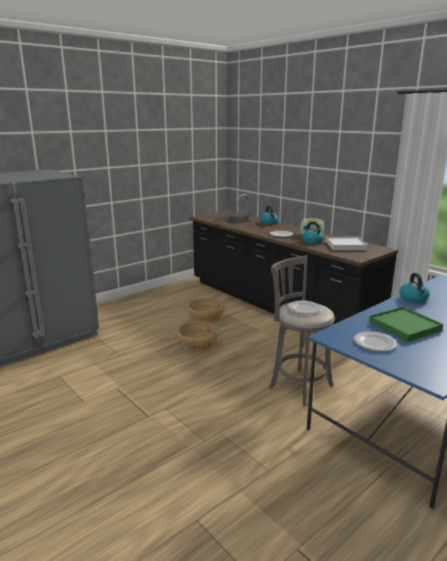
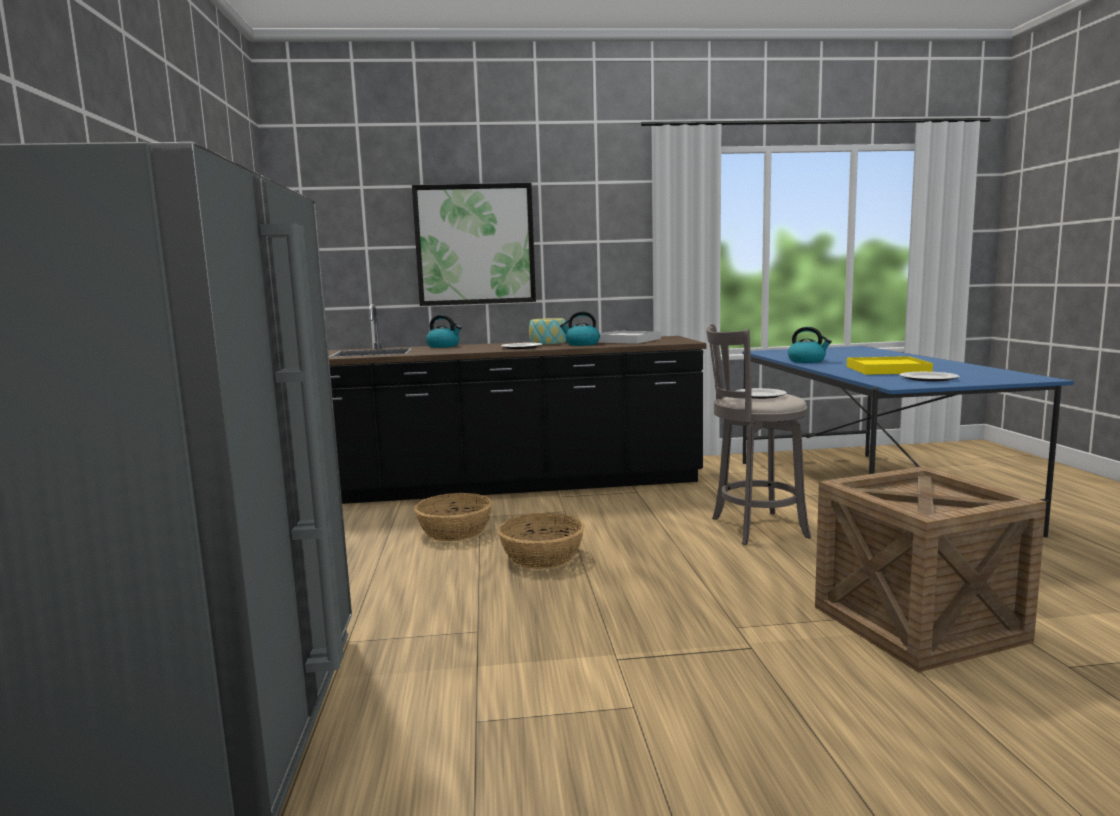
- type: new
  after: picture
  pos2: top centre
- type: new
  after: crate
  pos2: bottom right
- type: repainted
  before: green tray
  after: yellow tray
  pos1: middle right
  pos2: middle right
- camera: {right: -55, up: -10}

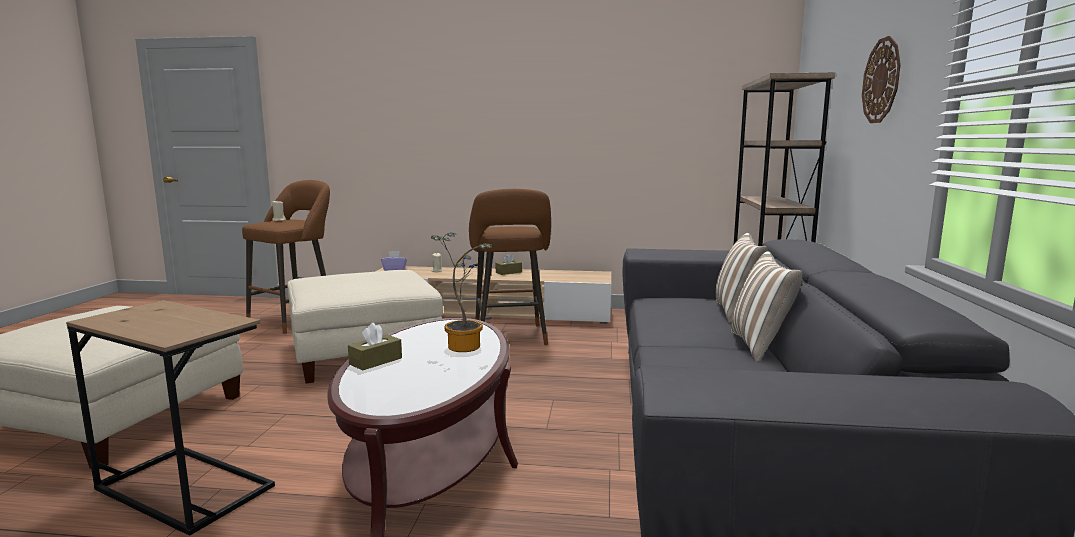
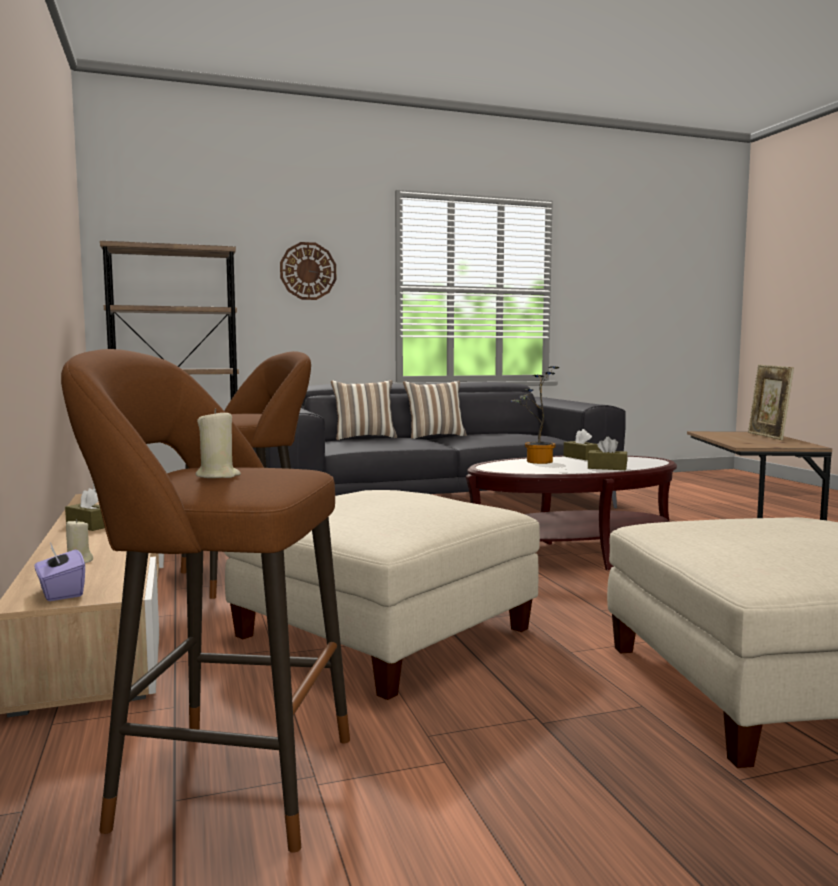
- type: new
  after: brown tissue box (no. 2 from left)
  pos2: middle right
- type: new
  after: picture frame
  pos2: middle right
- camera: {right: -115, up: -5}

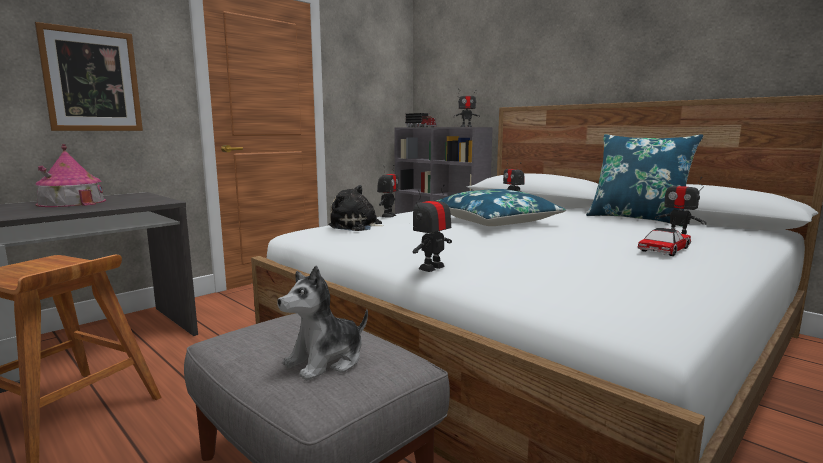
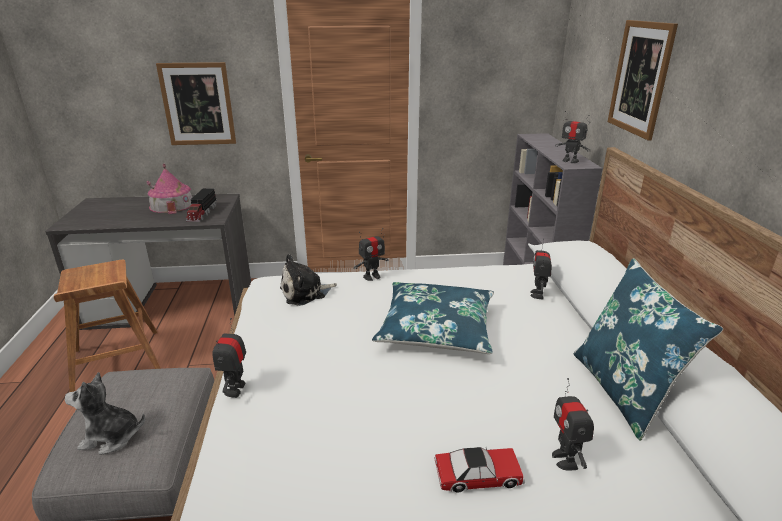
- type: shifted
  before: toy truck
  pos1: top centre
  pos2: middle left
- type: rotated
  before: toy robot (no. 2 from left in the first image)
  pos1: centre
  pos2: bottom left
  turn: -75
- type: rotated
  before: plush toy (no. 2 from left)
  pos1: centre
  pos2: centre
  turn: -90
- type: new
  after: picture (no. 2 from left)
  pos2: top right
- camera: {right: 40, up: 15}

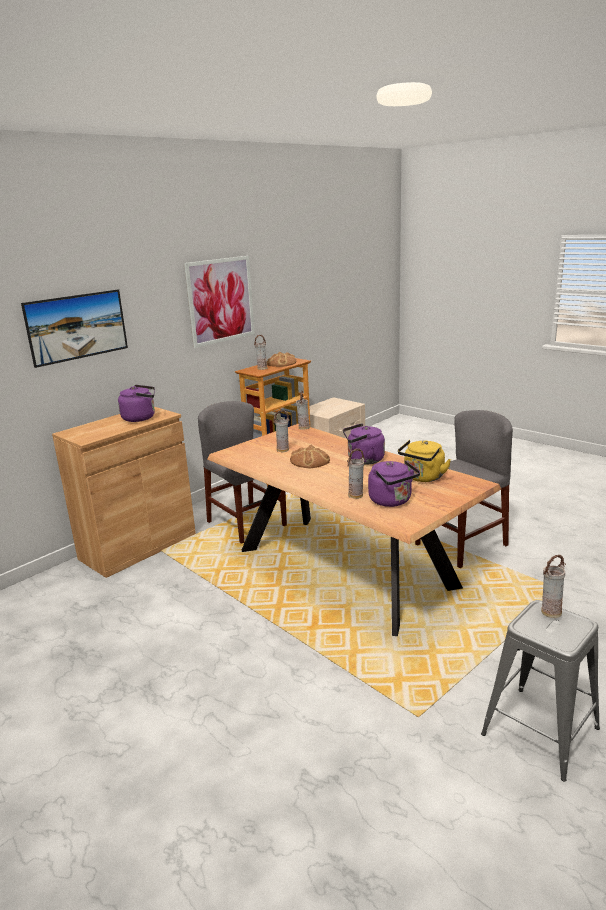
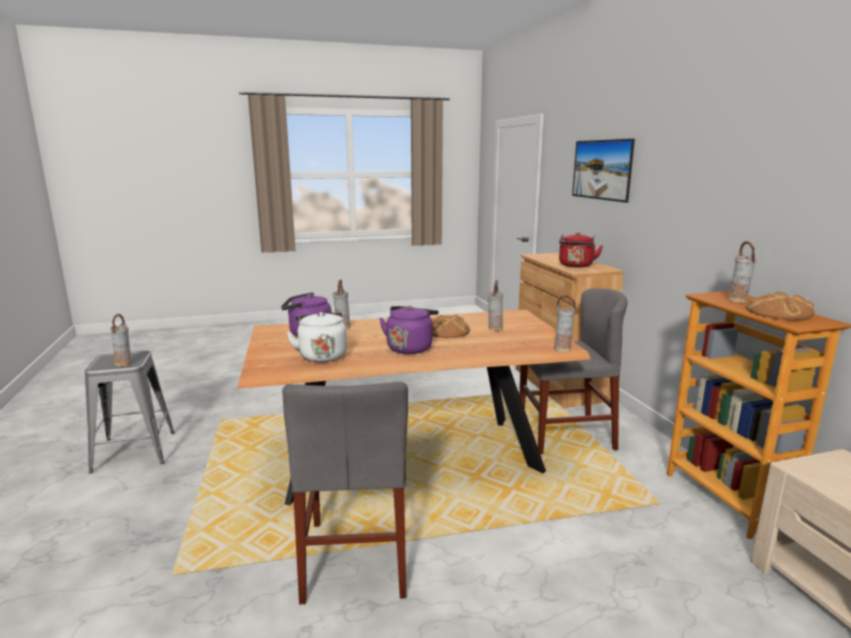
- type: repainted
  before: yellow kettle
  after: white kettle
  pos1: middle right
  pos2: centre
- type: repainted
  before: purple kettle (no. 1 from left)
  after: red kettle
  pos1: middle left
  pos2: middle right
- type: gone
  before: picture (no. 2 from left)
  pos1: top centre
- camera: {right: 120, up: -5}

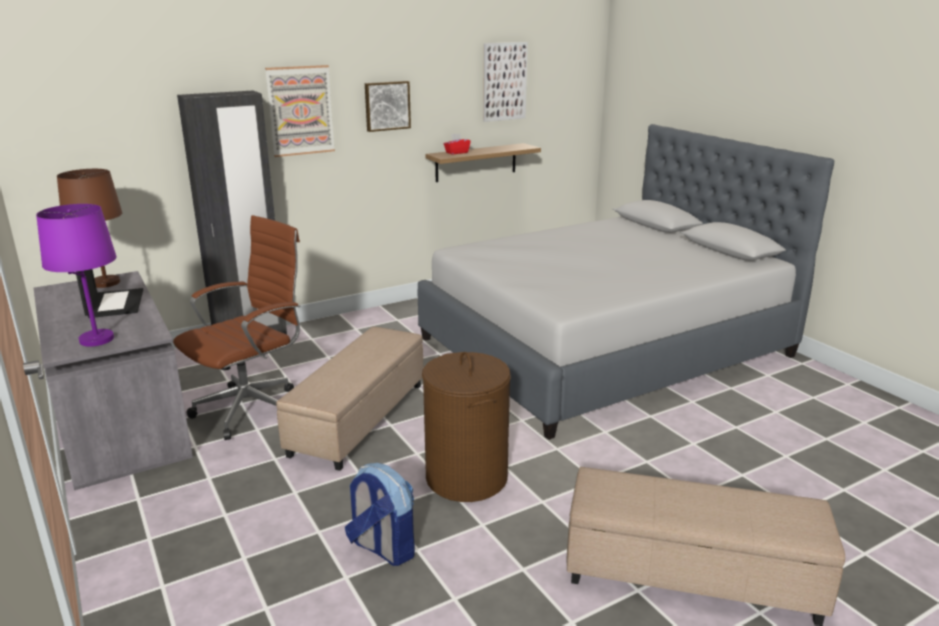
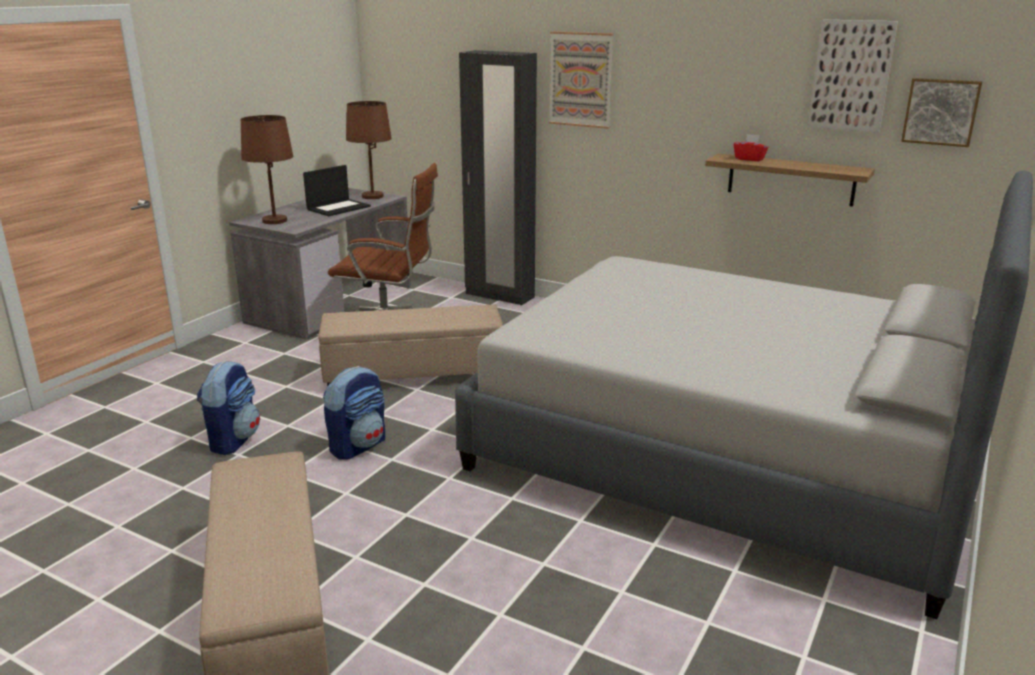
- type: repainted
  before: purple table lamp
  after: brown table lamp (no. 1 from left)
  pos1: middle left
  pos2: top left
- type: swapped
  before: brown laundry basket
  after: backpack (no. 2 from left)
  pos1: bottom centre
  pos2: centre
- type: shifted
  before: picture (no. 2 from left in the first image)
  after: picture (no. 3 from left)
  pos1: top centre
  pos2: top right
- camera: {right: 60, up: 0}

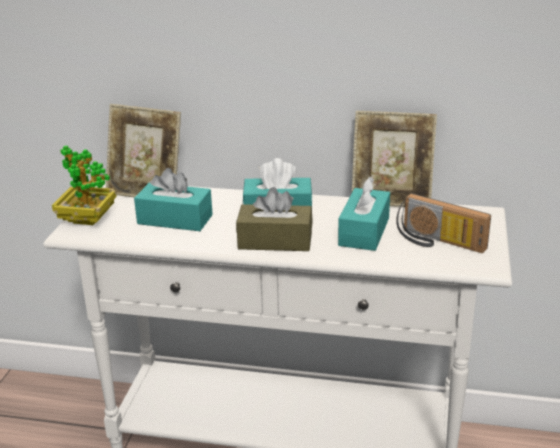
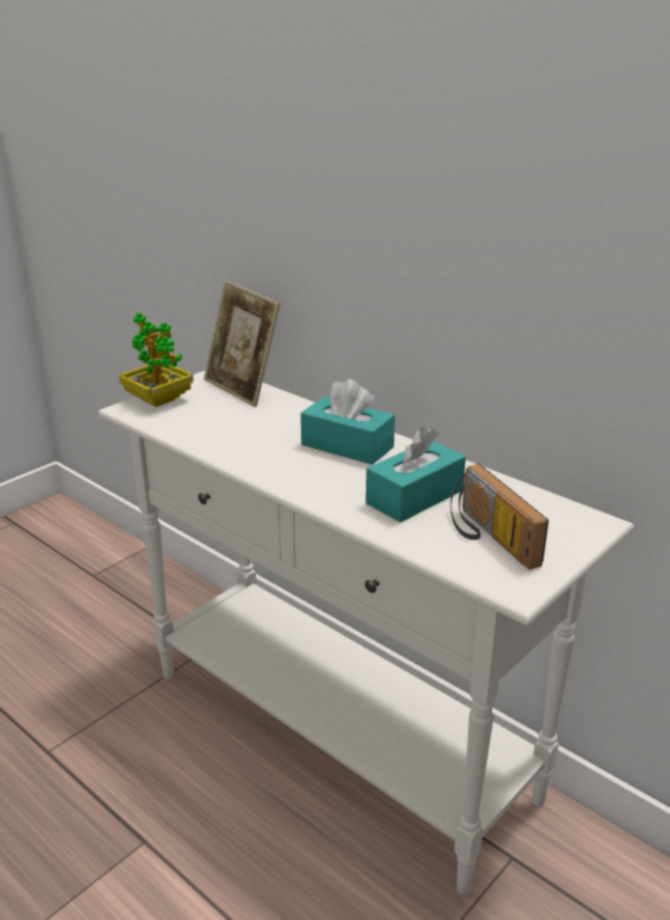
- type: gone
  before: turquoise tissue box (no. 1 from left)
  pos1: middle left
- type: gone
  before: brown tissue box
  pos1: centre
- type: gone
  before: picture frame (no. 2 from left)
  pos1: middle right
- camera: {right: 30, up: 0}

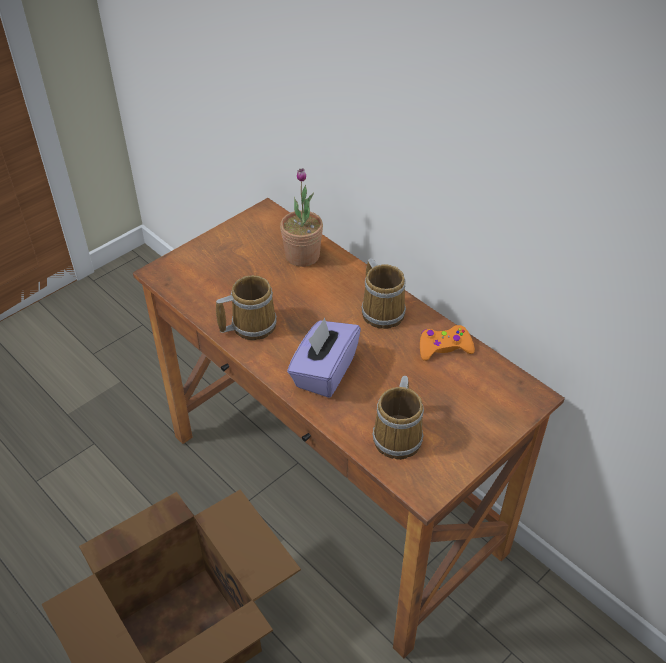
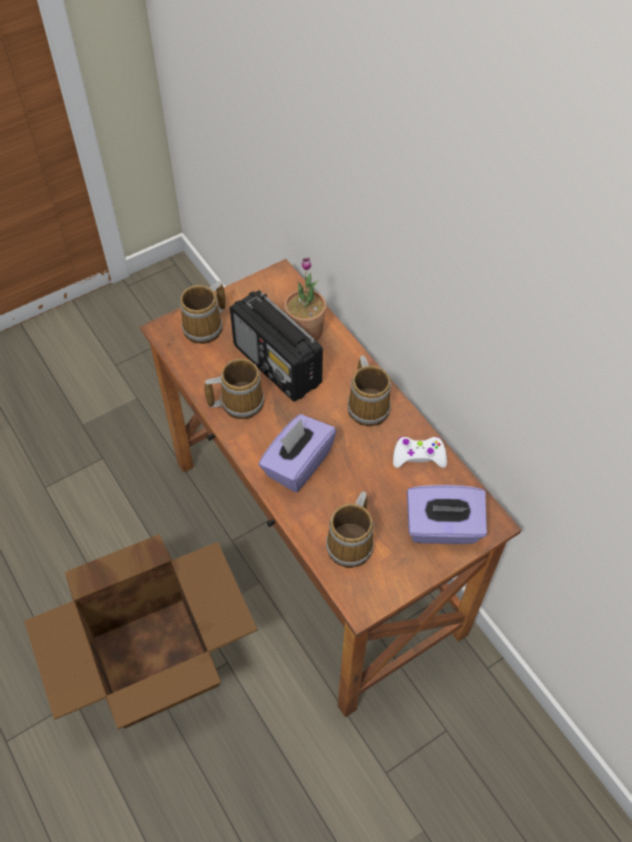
- type: new
  after: mug (no. 1 from left)
  pos2: middle left
- type: new
  after: radio
  pos2: centre
- type: repainted
  before: orange game controller
  after: white game controller
  pos1: middle right
  pos2: centre
- type: new
  after: purple tissue box (no. 2 from left)
  pos2: middle right
- camera: {right: 10, up: 10}

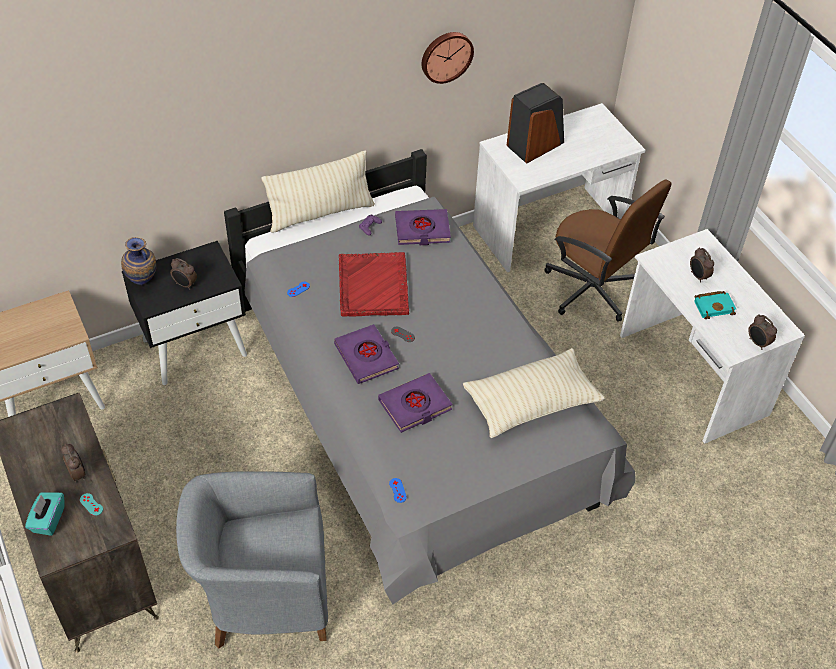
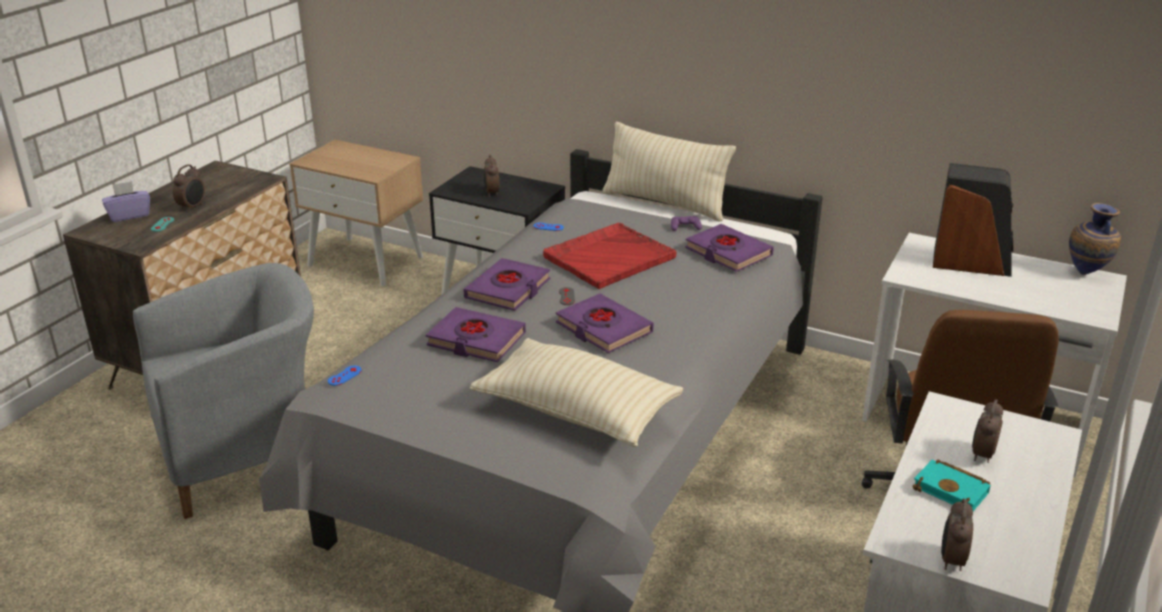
- type: repainted
  before: turquoise tissue box
  after: purple tissue box
  pos1: bottom left
  pos2: top left
- type: rotated
  before: grey armchair
  pos1: bottom left
  pos2: middle left
  turn: 105
- type: new
  after: purple book (no. 3 from left)
  pos2: centre
- type: shifted
  before: vase
  pos1: middle left
  pos2: middle right
- type: gone
  before: wall clock
  pos1: top centre
- camera: {right: 55, up: -20}

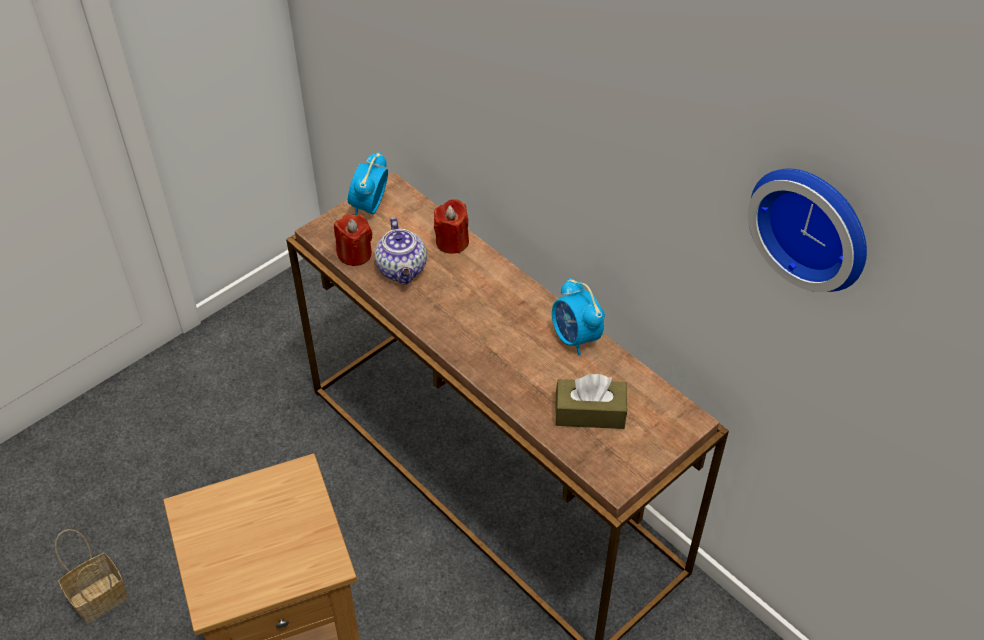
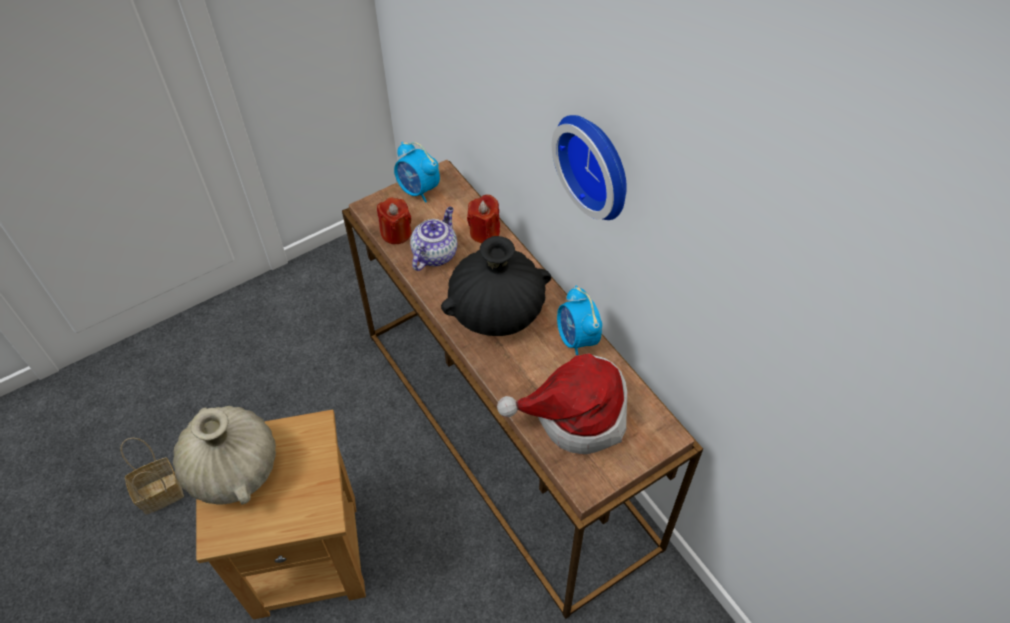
- type: new
  after: beige vase
  pos2: bottom left
- type: rotated
  before: alarm clock (no. 1 from left)
  pos1: top centre
  pos2: top centre
  turn: -75
- type: rotated
  before: teapot
  pos1: centre
  pos2: centre
  turn: -150
- type: new
  after: black vase
  pos2: centre
- type: swapped
  before: brown tissue box
  after: hat
  pos1: centre
  pos2: centre
- type: shifted
  before: wall clock
  pos1: middle right
  pos2: top centre
- camera: {right: 10, up: 5}

